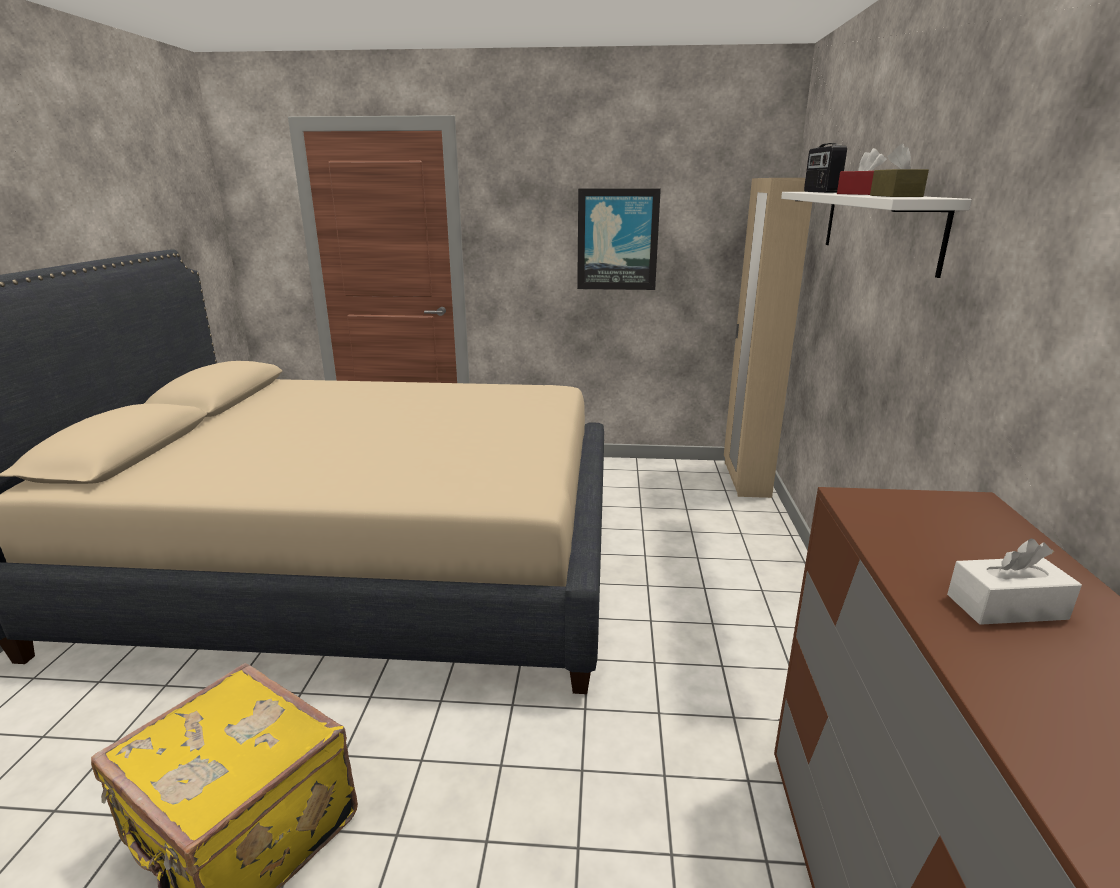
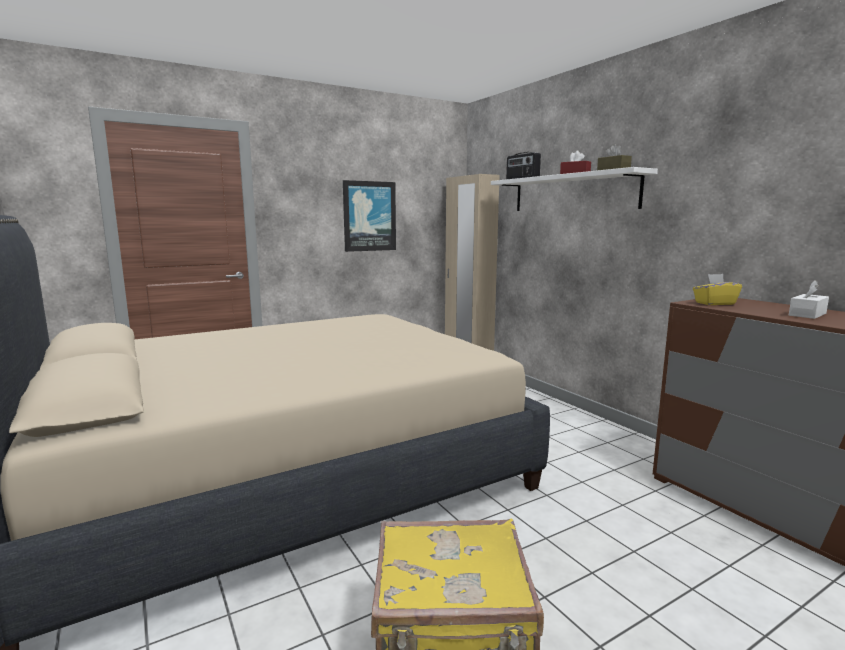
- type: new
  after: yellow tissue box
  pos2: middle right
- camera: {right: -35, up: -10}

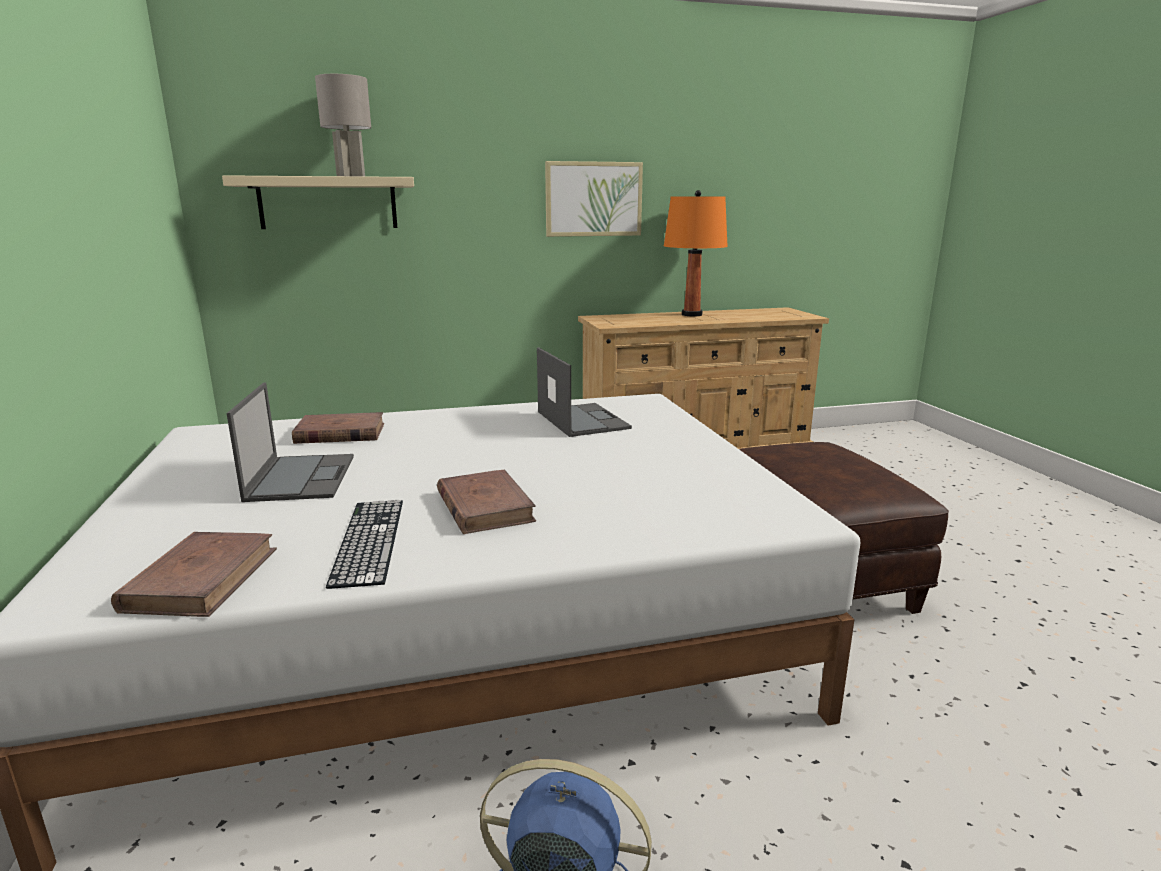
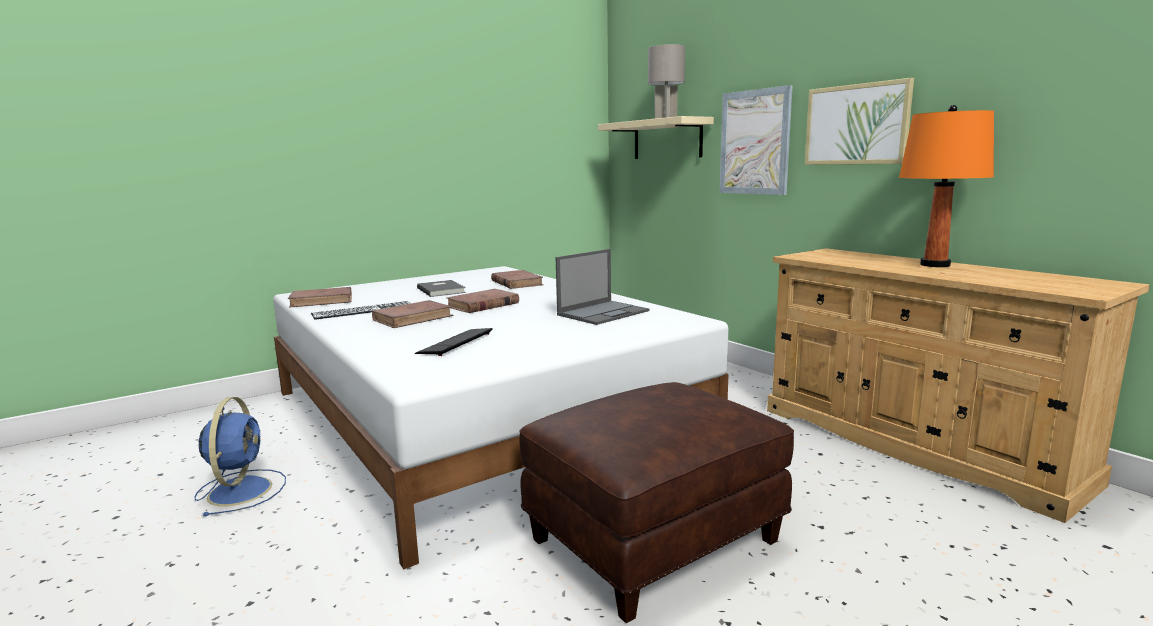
- type: new
  after: keyboard (no. 2 from left)
  pos2: centre
- type: swapped
  before: laptop (no. 1 from left)
  after: grey book
  pos1: middle left
  pos2: centre
- type: new
  after: brown book (no. 3 from left)
  pos2: centre
- type: new
  after: picture (no. 1 from left)
  pos2: top centre
- camera: {right: 70, up: -5}

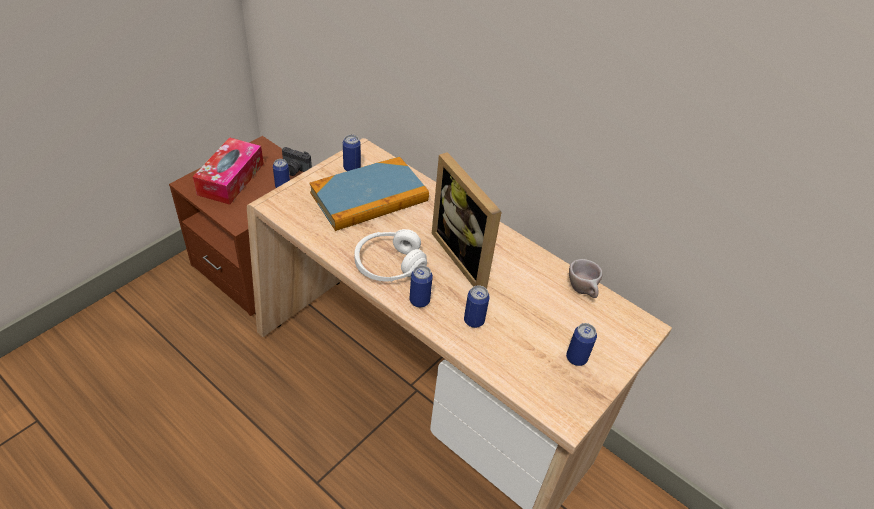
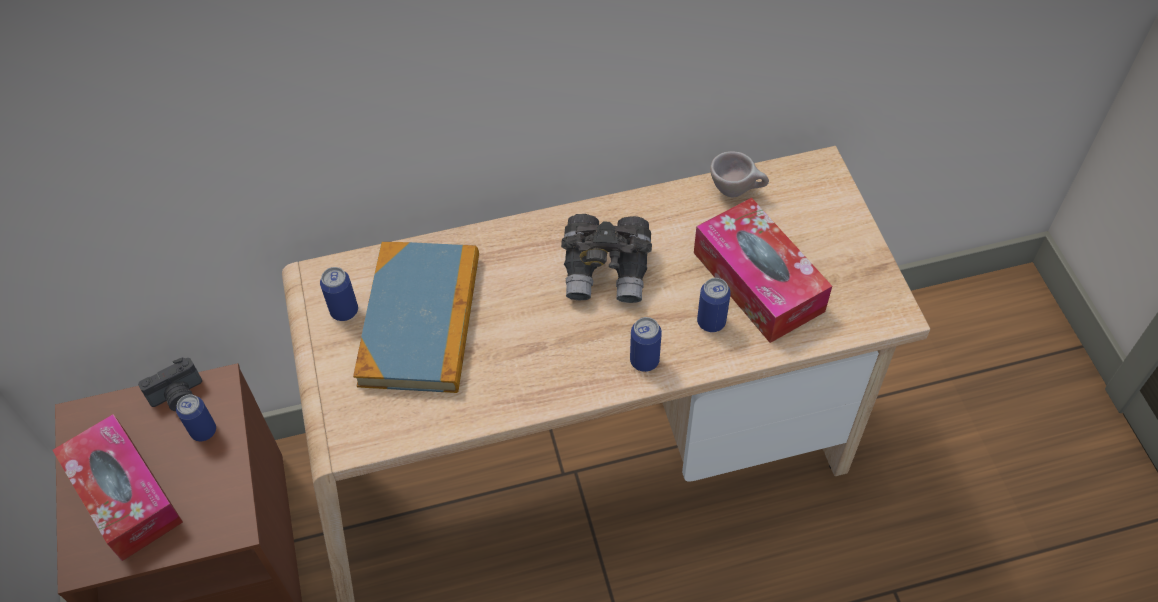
- type: swapped
  before: picture frame
  after: grey binoculars
  pos1: centre
  pos2: centre
- type: new
  after: tissue box (no. 2 from left)
  pos2: centre
- type: gone
  before: white headphones
  pos1: centre
- type: gone
  before: can (no. 5 from left)
  pos1: bottom centre
- camera: {right: -50, up: 10}

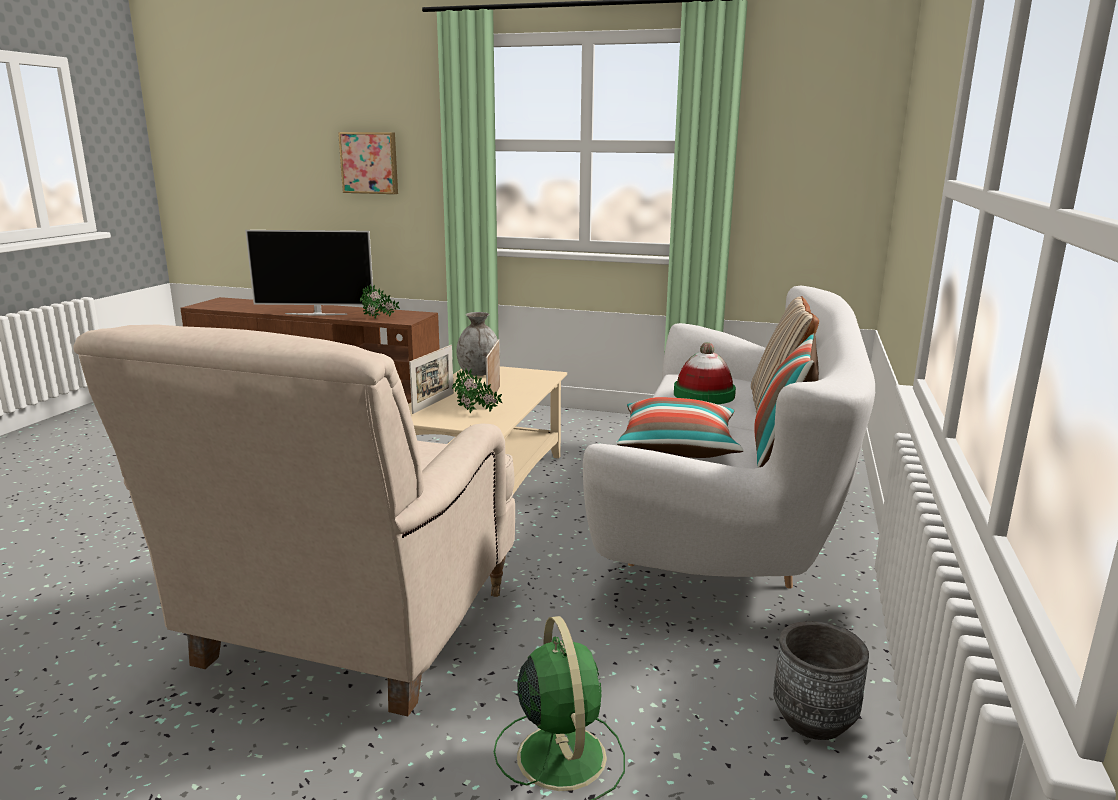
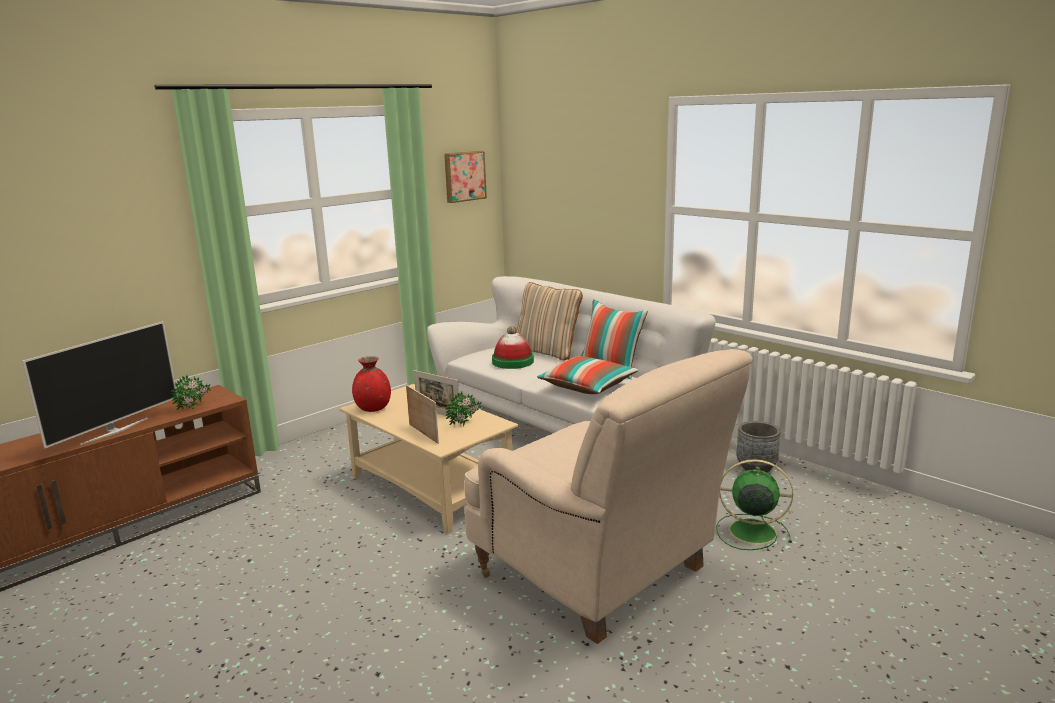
- type: repainted
  before: grey vase
  after: red vase
  pos1: centre
  pos2: centre
- type: shifted
  before: picture
  pos1: top left
  pos2: top centre
- camera: {right: -60, up: 0}

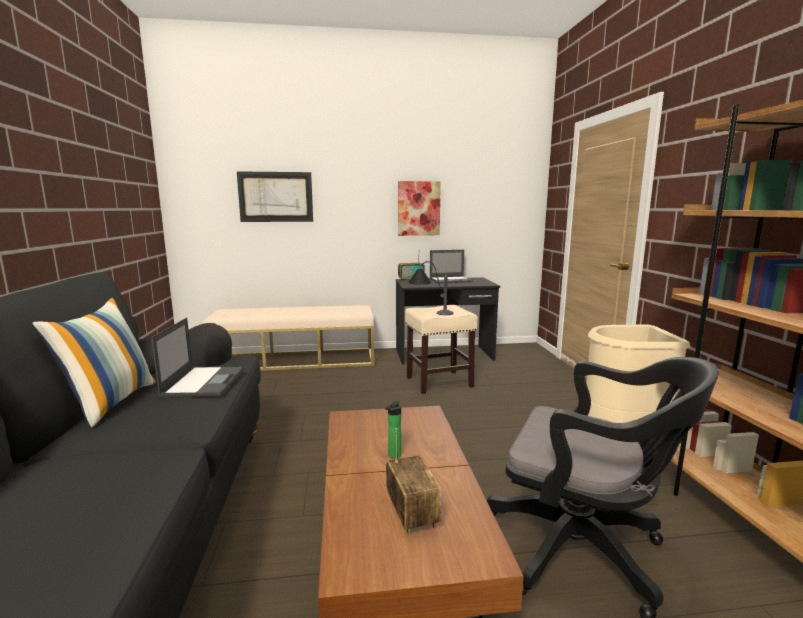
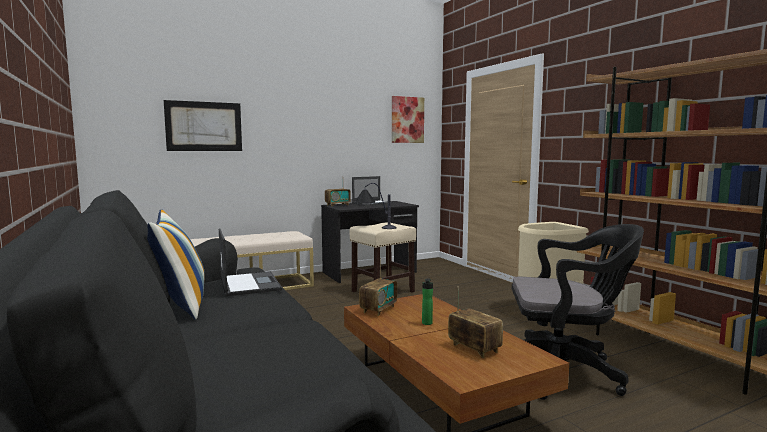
- type: new
  after: radio (no. 2 from left)
  pos2: centre
- type: shifted
  before: picture (no. 2 from left)
  pos1: centre
  pos2: top centre
- camera: {right: -20, up: -5}

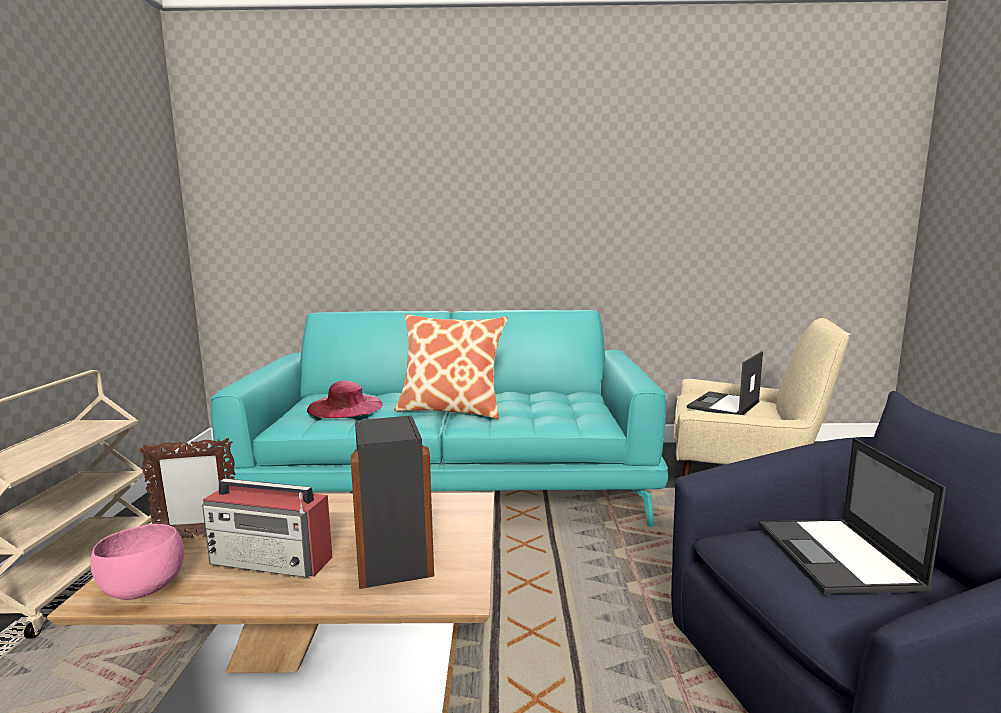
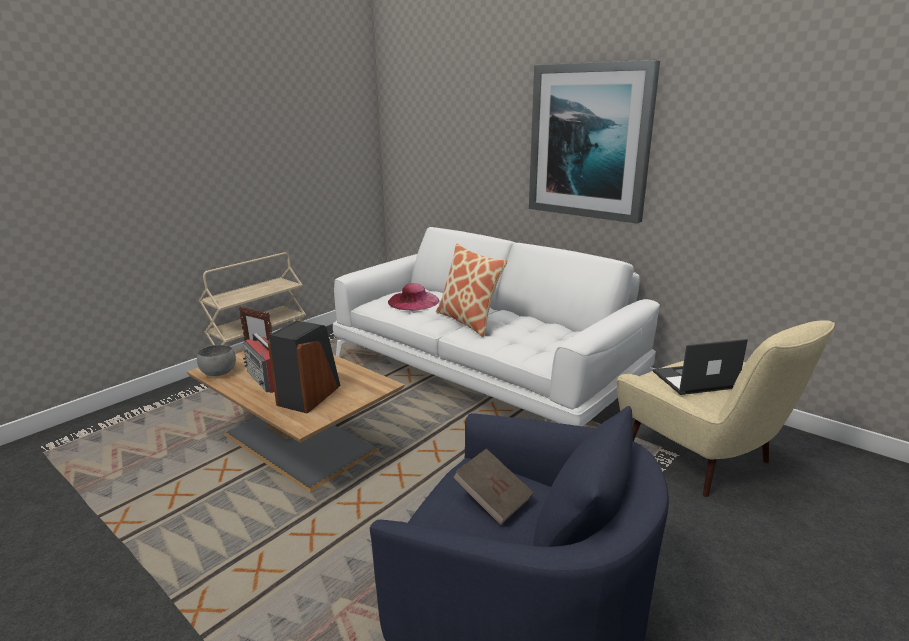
- type: repainted
  before: pink bowl
  after: grey bowl
  pos1: bottom left
  pos2: middle left
- type: repainted
  before: turquoise sofa
  after: white sofa
  pos1: centre
  pos2: centre
- type: swapped
  before: laptop (no. 2 from left)
  after: brown book
  pos1: bottom right
  pos2: bottom centre
- type: new
  after: picture
  pos2: top centre
- camera: {right: 40, up: 10}

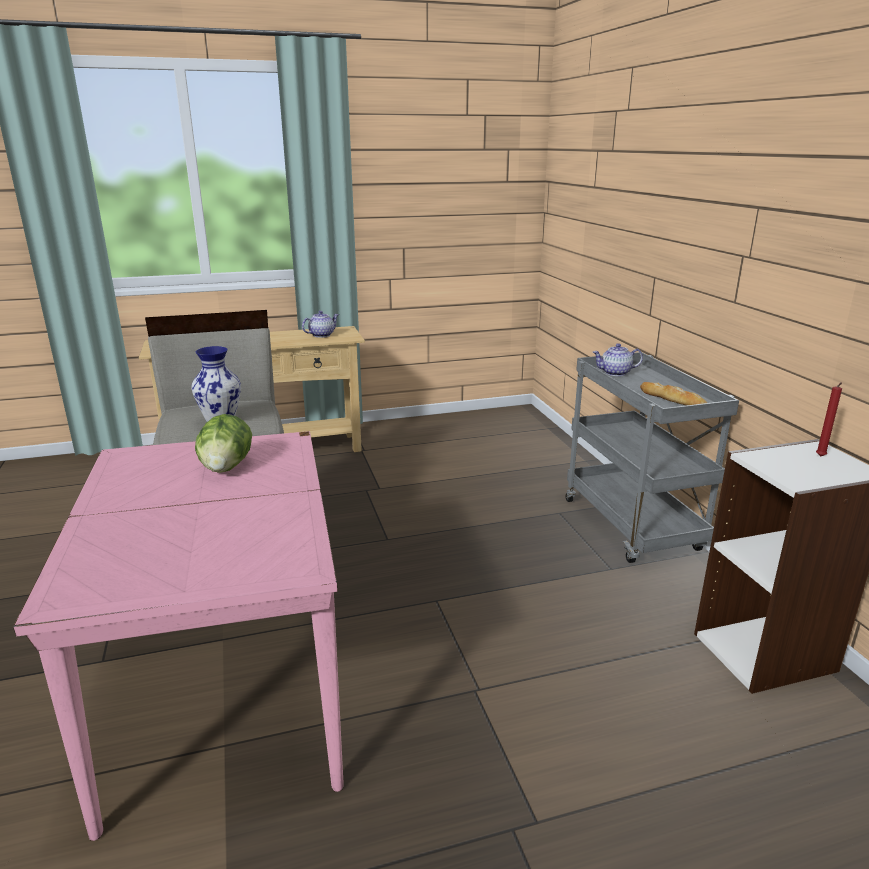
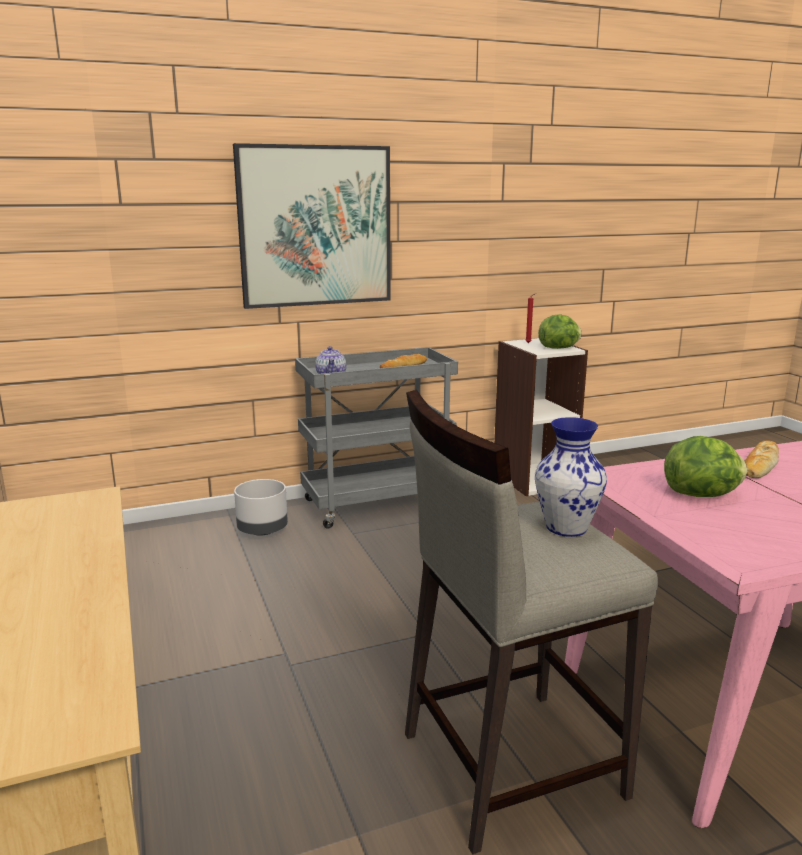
- type: new
  after: picture
  pos2: top centre
- type: new
  after: grey planter
  pos2: middle left
- type: new
  after: lettuce (no. 1 from left)
  pos2: middle right
- type: new
  after: bread (no. 2 from left)
  pos2: middle right
- type: gone
  before: teapot (no. 1 from left)
  pos1: centre
- camera: {right: -95, up: -5}

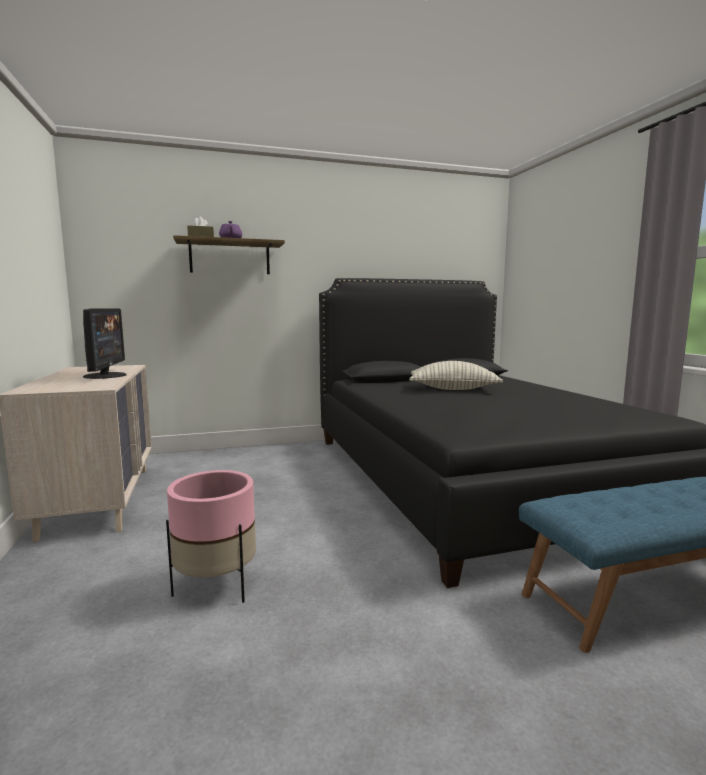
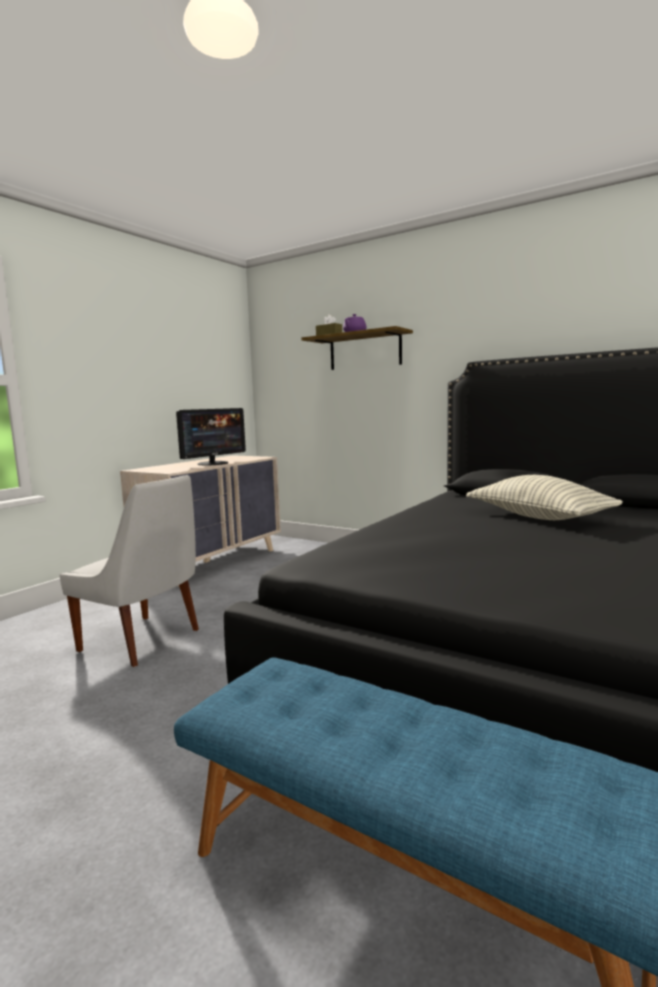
- type: swapped
  before: pink planter
  after: white chair
  pos1: bottom left
  pos2: middle left
- camera: {right: 50, up: 0}

